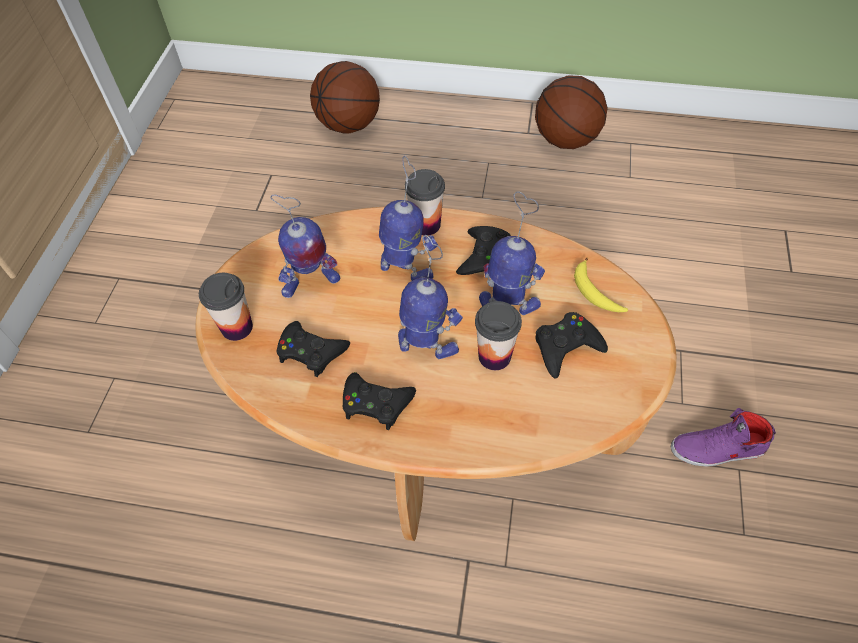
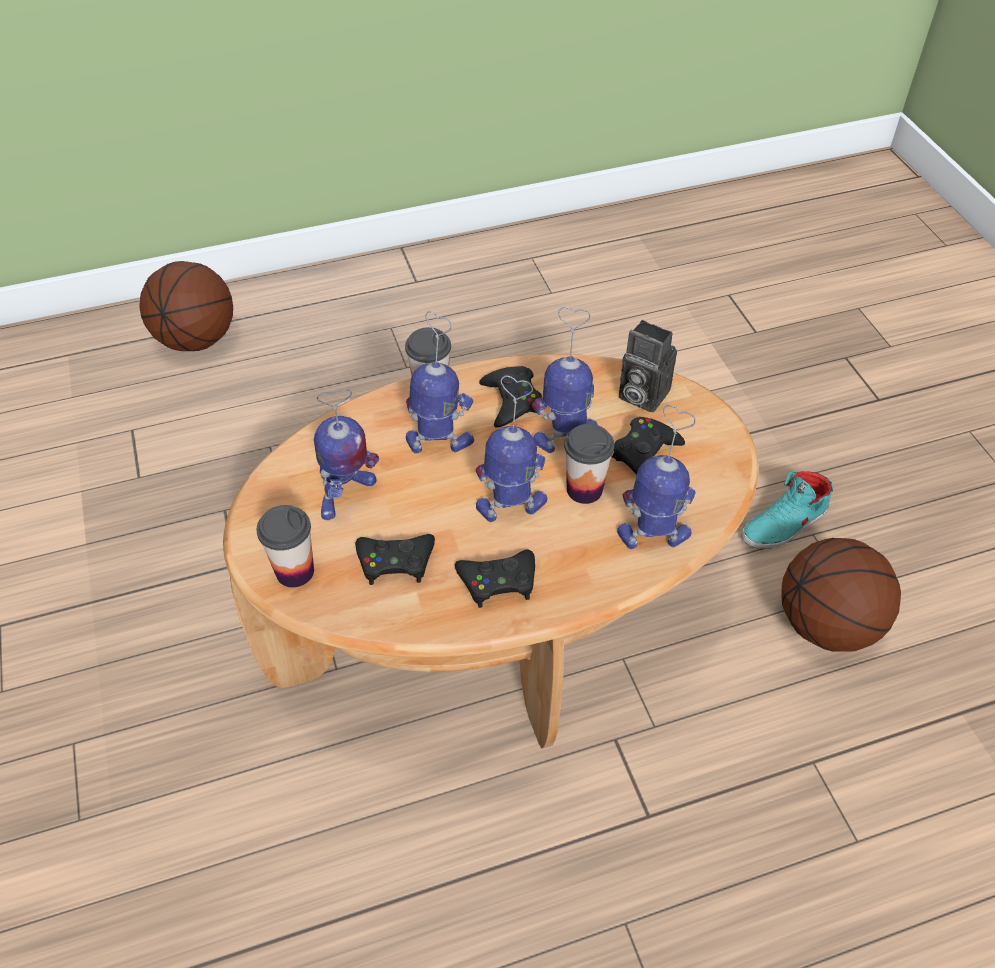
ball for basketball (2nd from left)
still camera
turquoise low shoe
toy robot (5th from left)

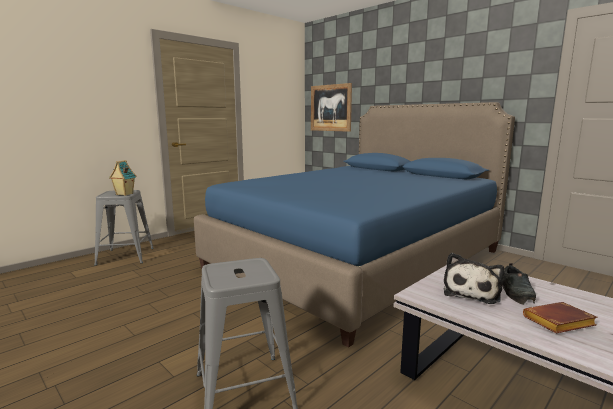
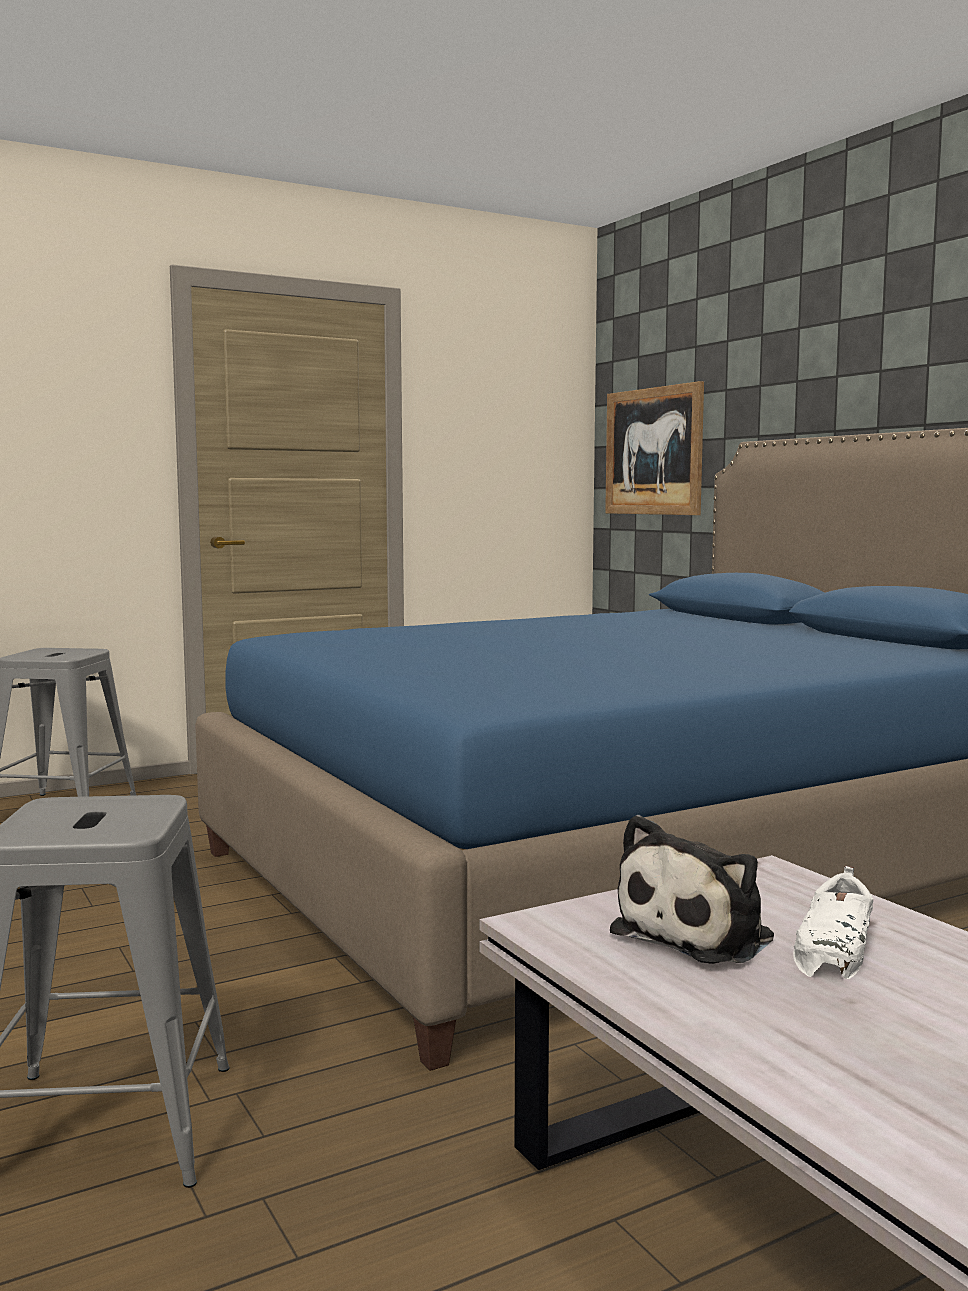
model house
whitish low shoe
brown-coloured bound book

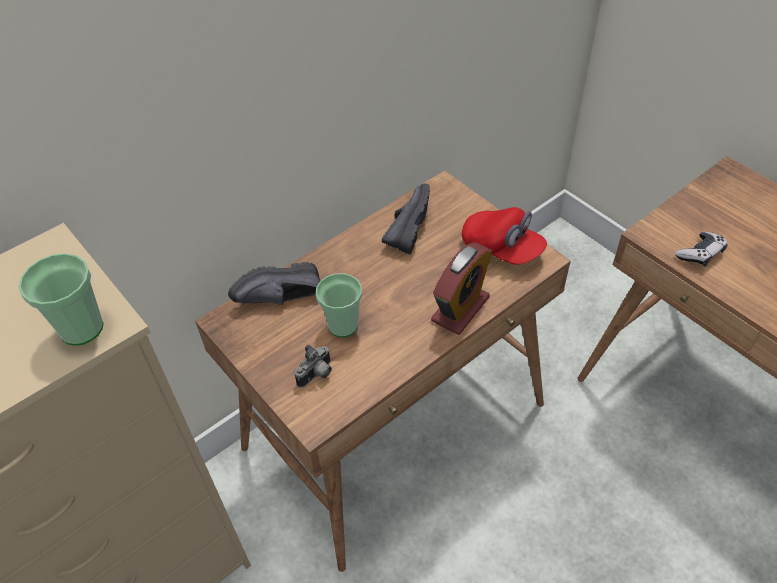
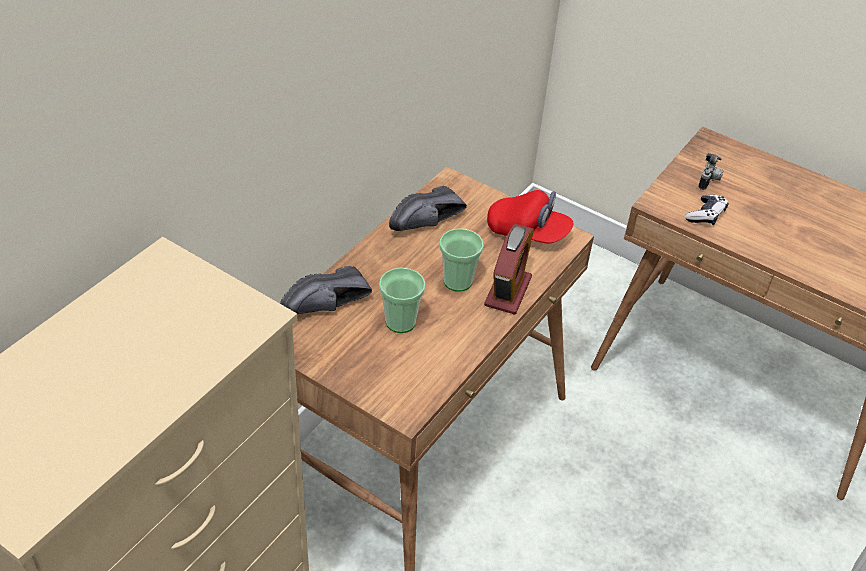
blackish low shoe (2nd from left)
cup (2nd from left)
still camera

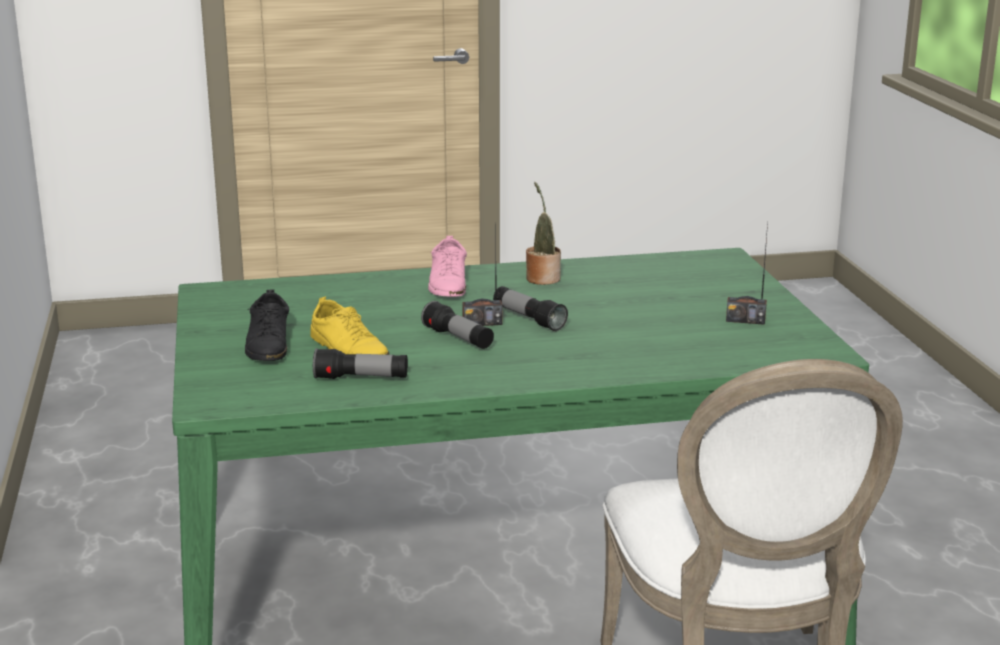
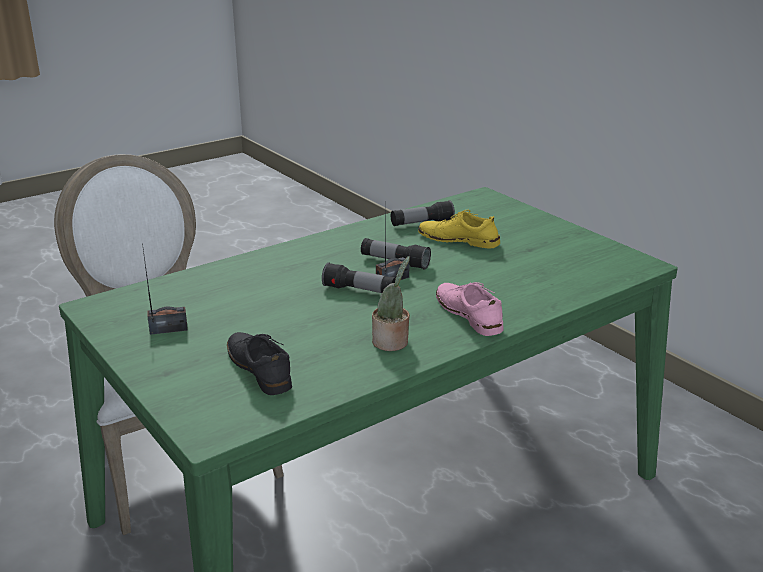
blackish low shoe

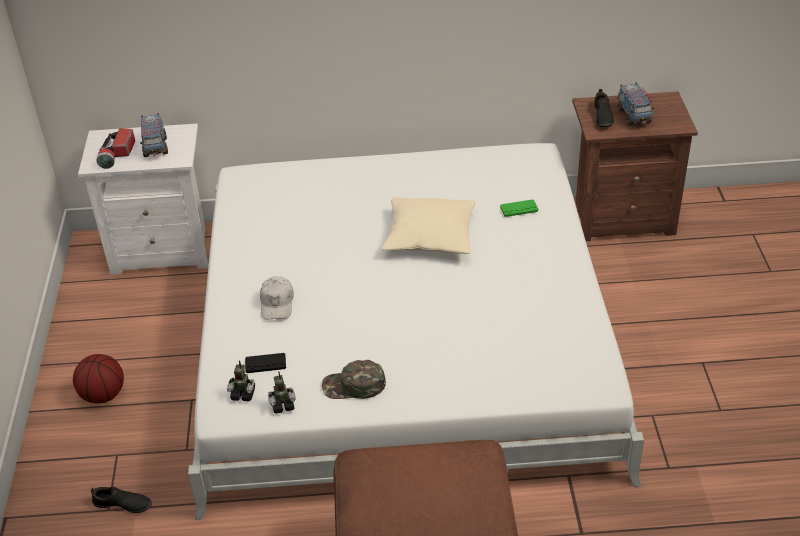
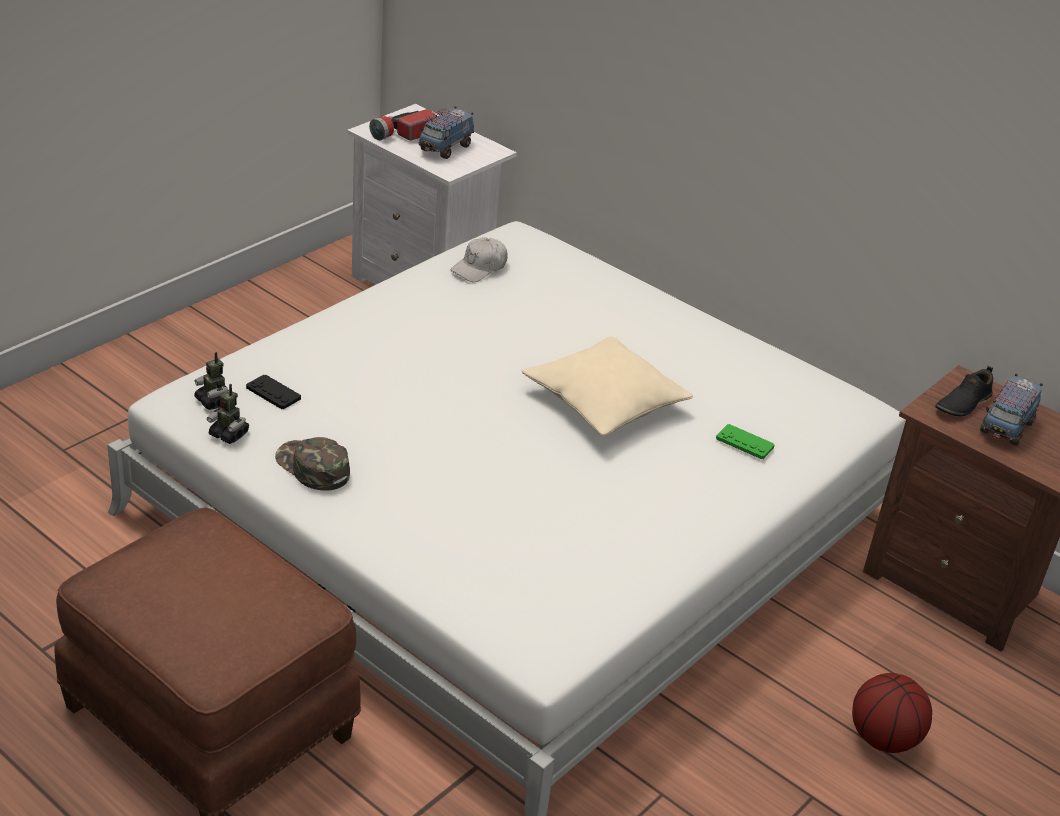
whitish baseball cap
ball for basketball
blackish low shoe (1st from left in the first image)

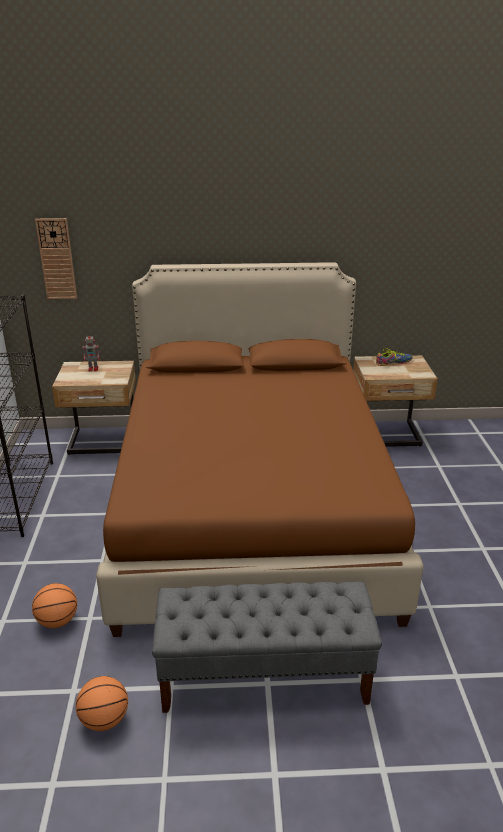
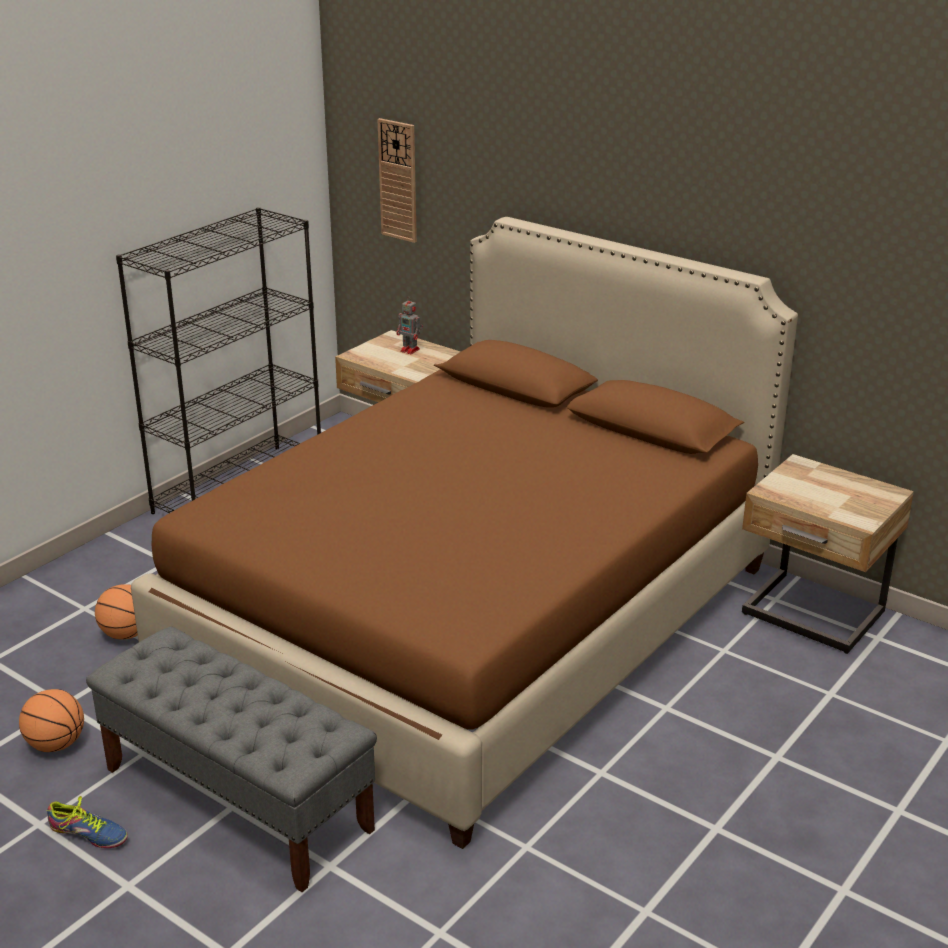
low shoe

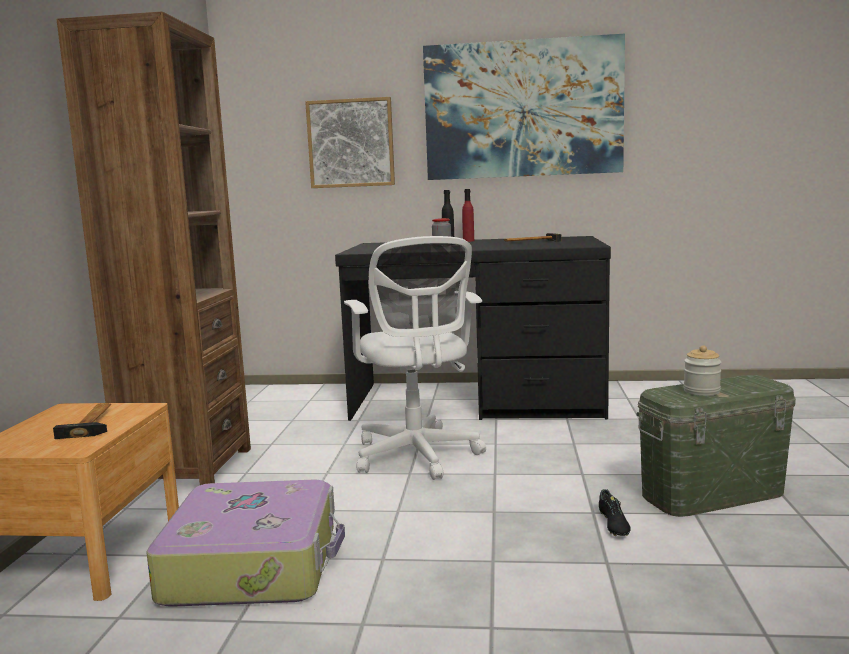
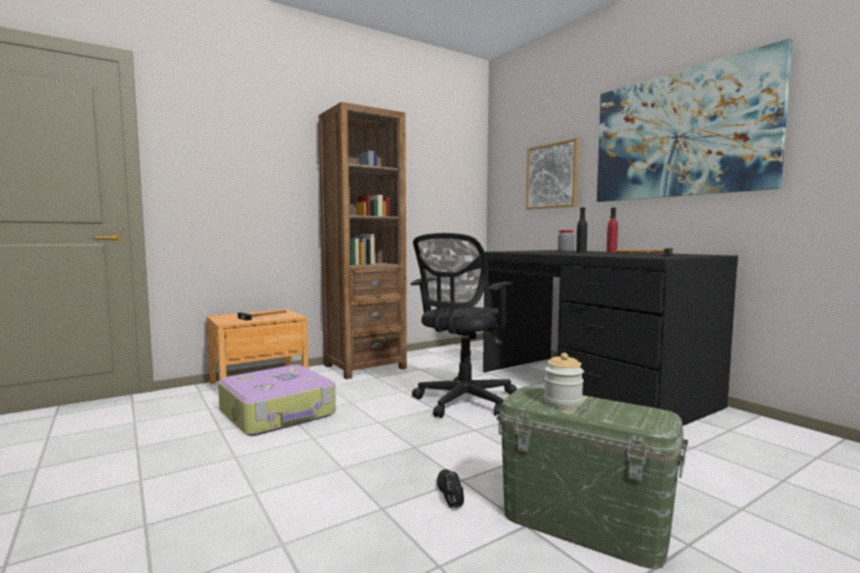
blackish office chair
blackish low shoe

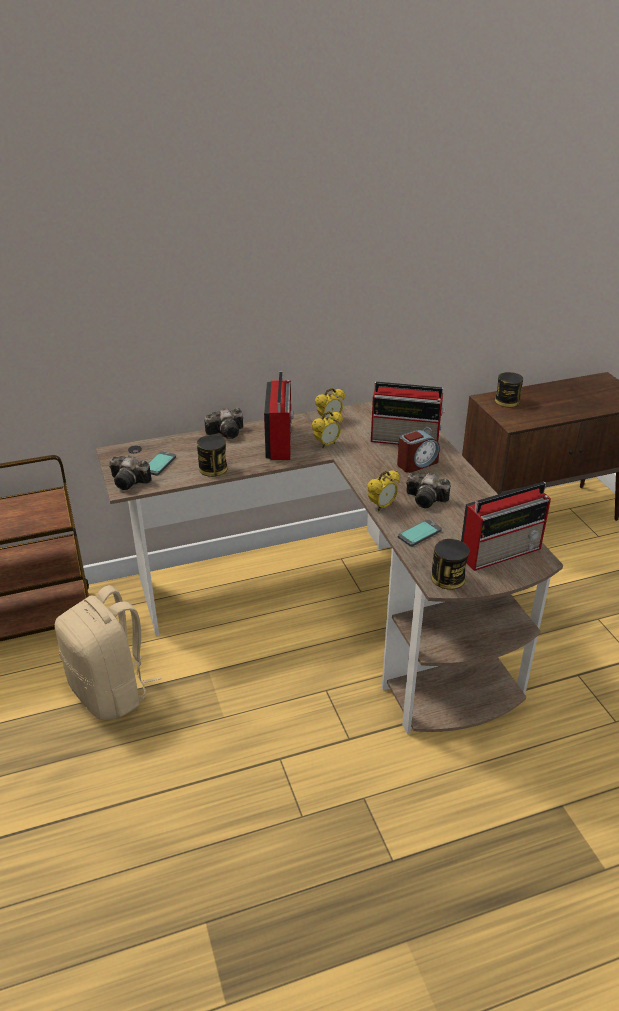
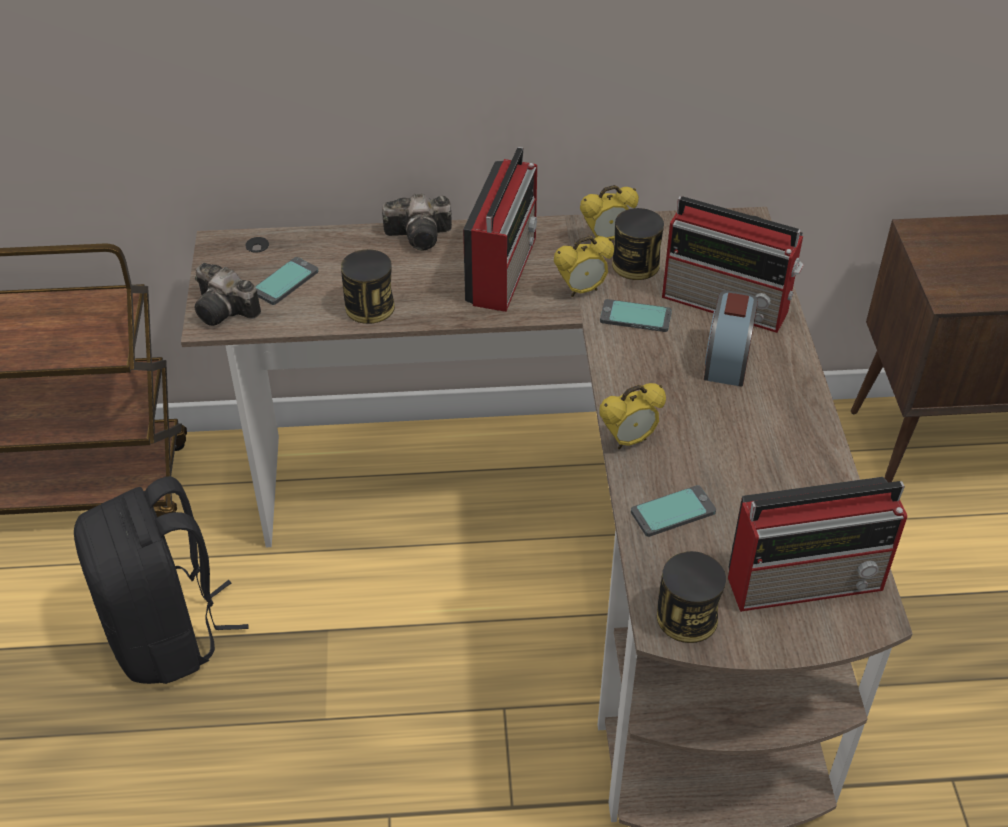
sealed can (2nd from left)
table clock (4th from left)
still camera (3rd from left in the first image)
blackish backpack
phone (2nd from left)

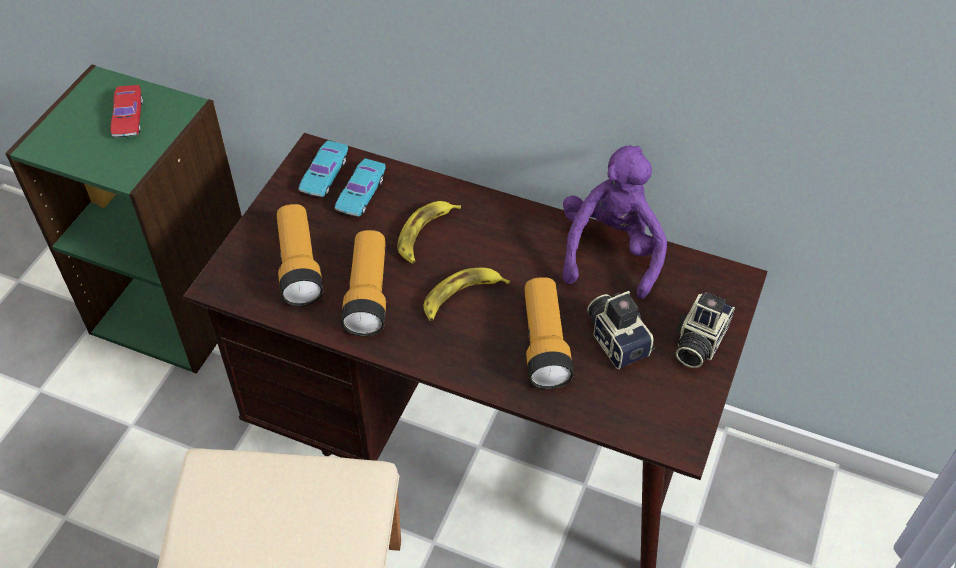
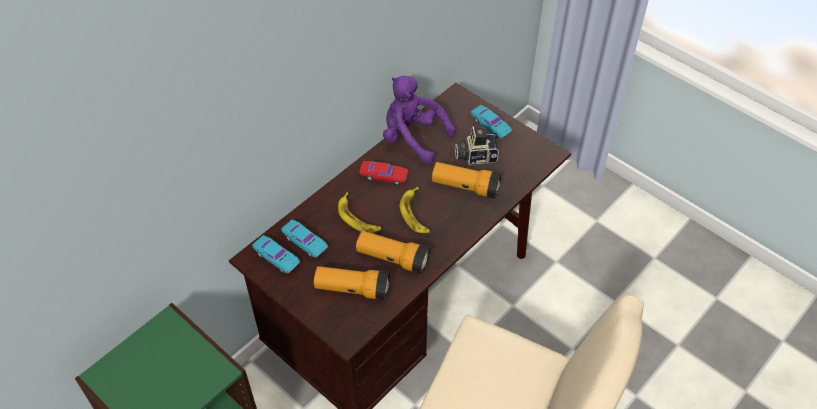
red-coloured miniature car
turquoise miniature car (3rd from left)

